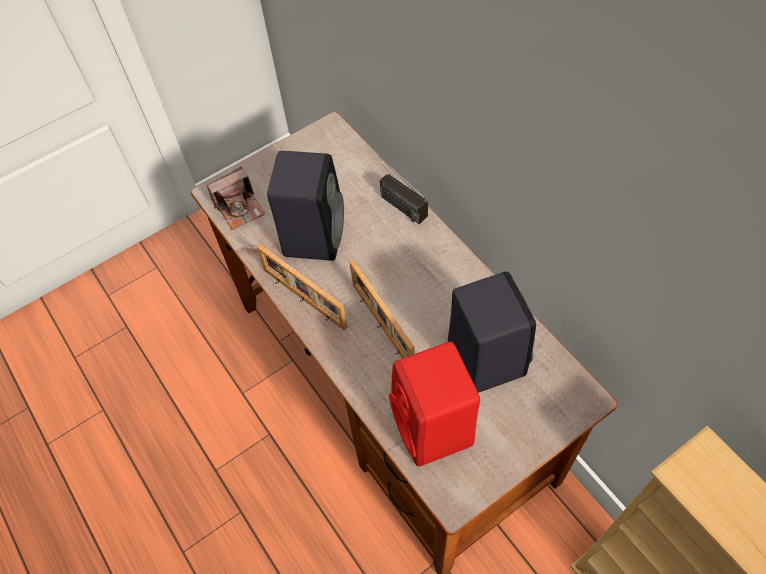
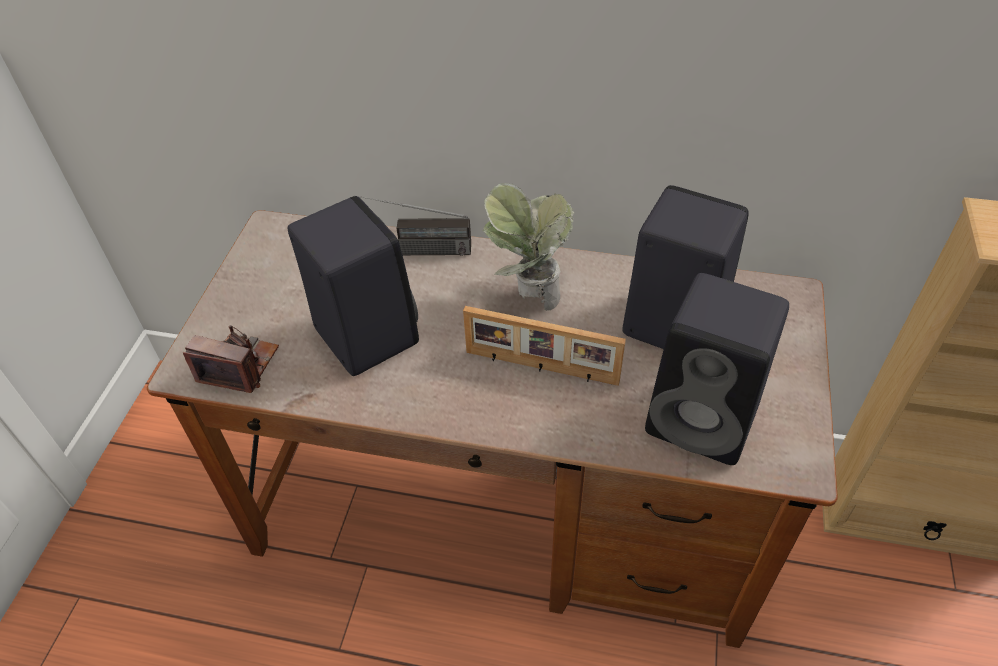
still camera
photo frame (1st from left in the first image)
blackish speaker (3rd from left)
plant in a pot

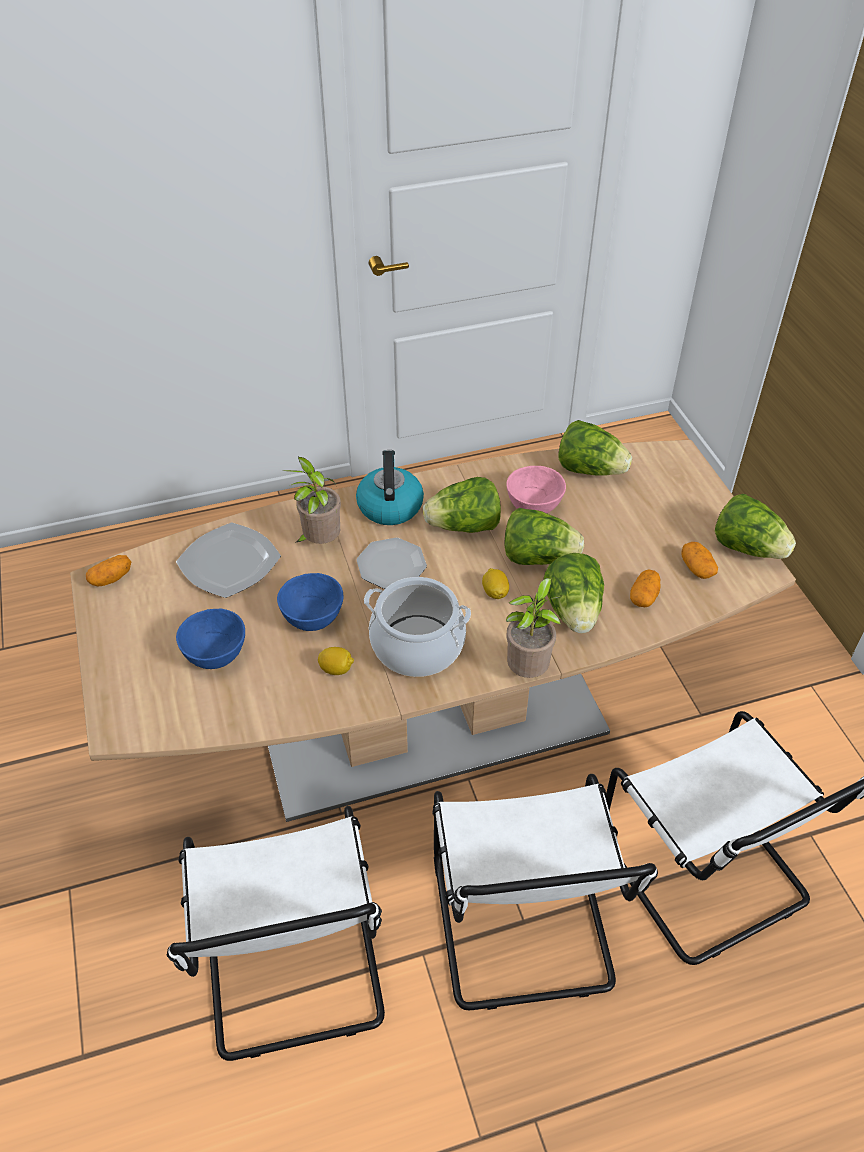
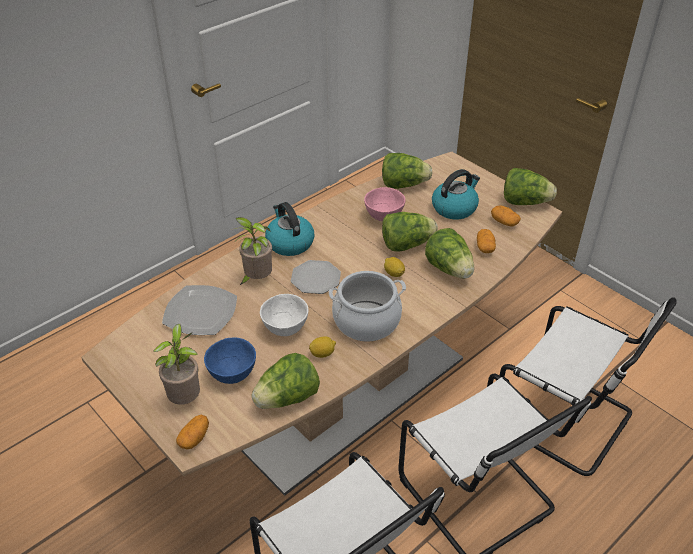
lettuce head (1st from left)
potato (1st from left)
whitish serving bowl
plant in a pot (1st from left)
water kettle (2nd from left)

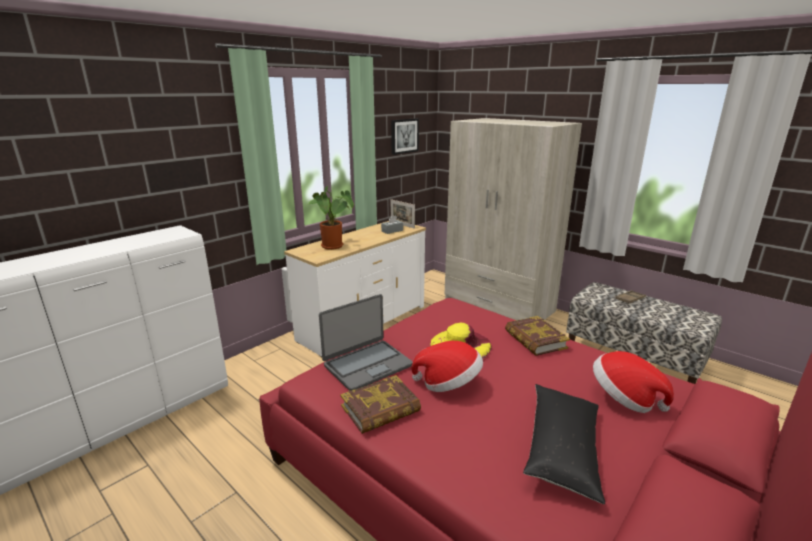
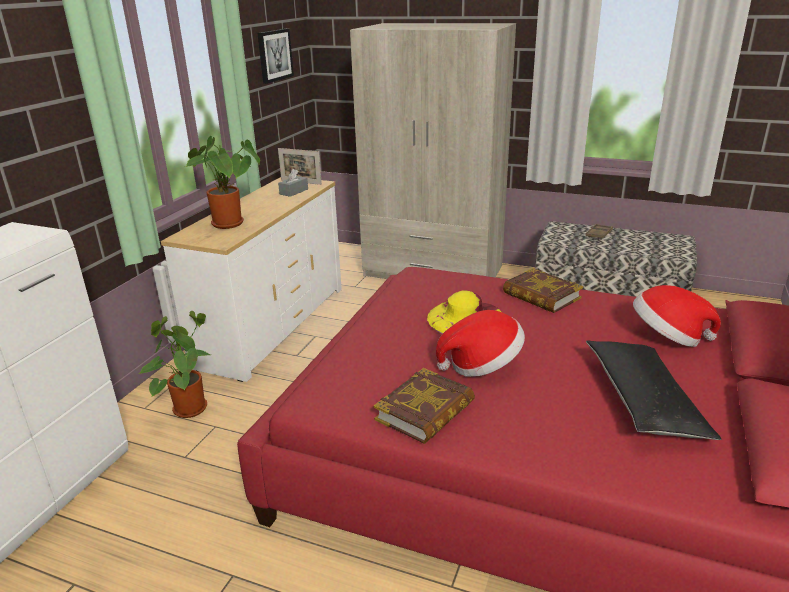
laptop
plant in a pot (1st from left)

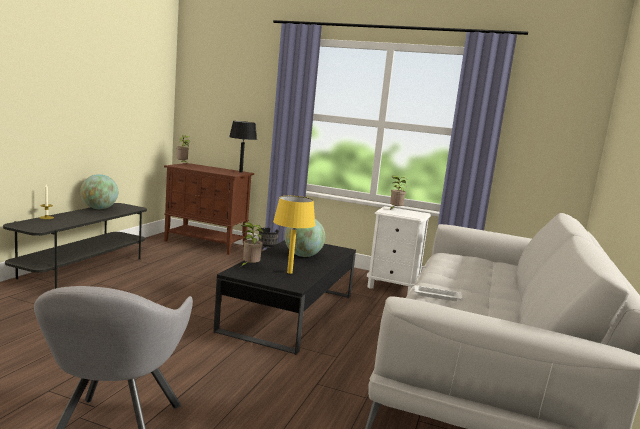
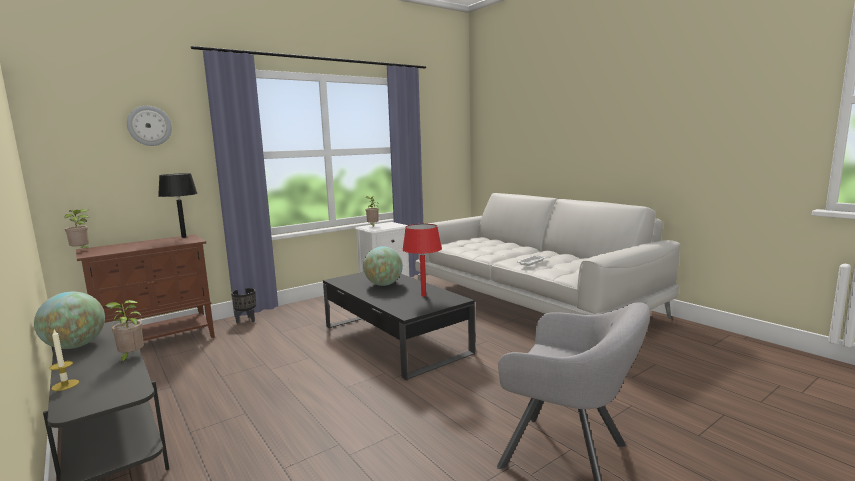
red-coloured tabletop lamp
plant in a pot (2nd from left)
clock on the wall

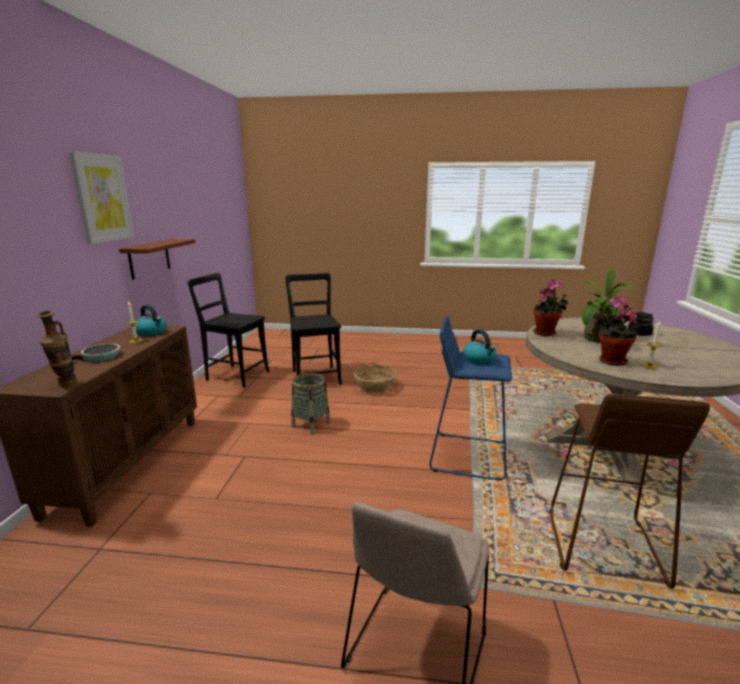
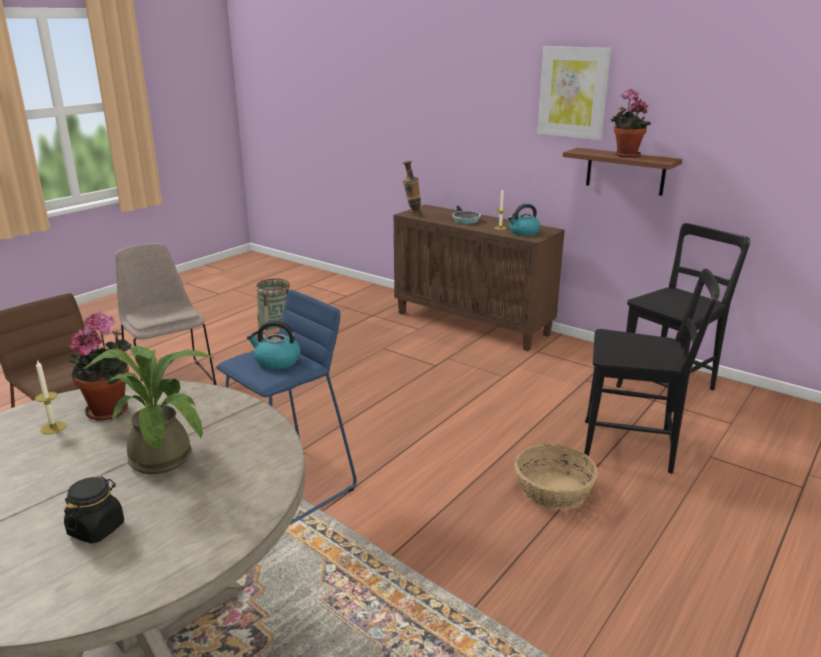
plant in a pot (3rd from left)
storage basket (1st from left)

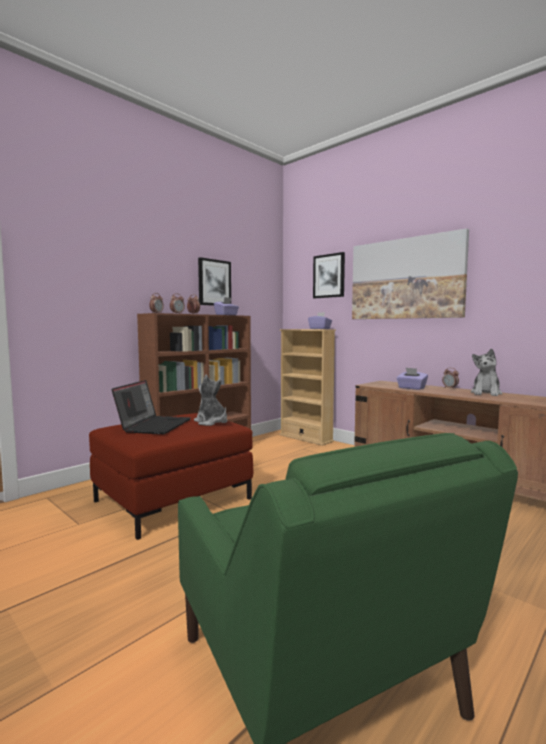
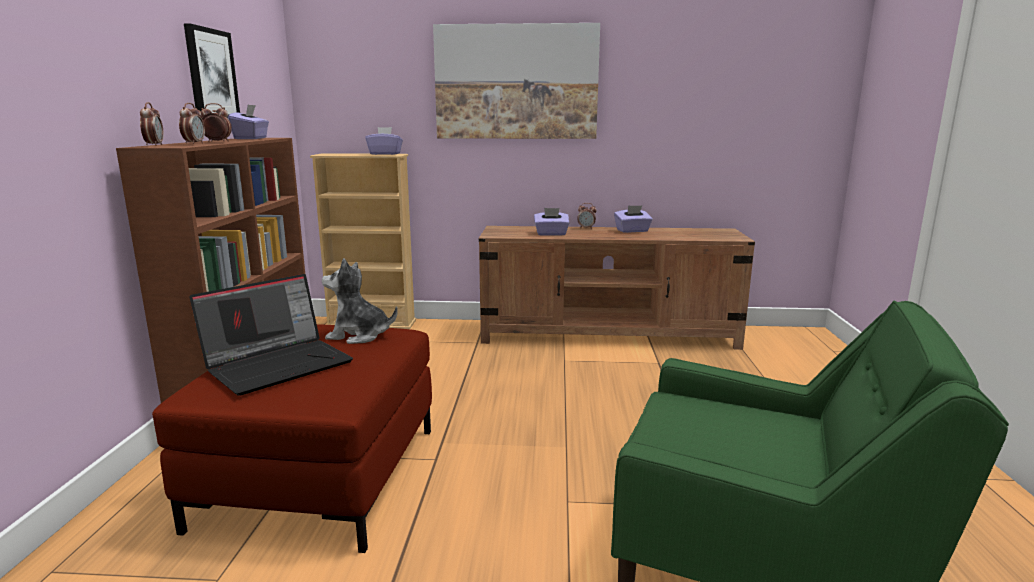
wall picture (2nd from left in the first image)
purple tissue box (4th from left)
laptop

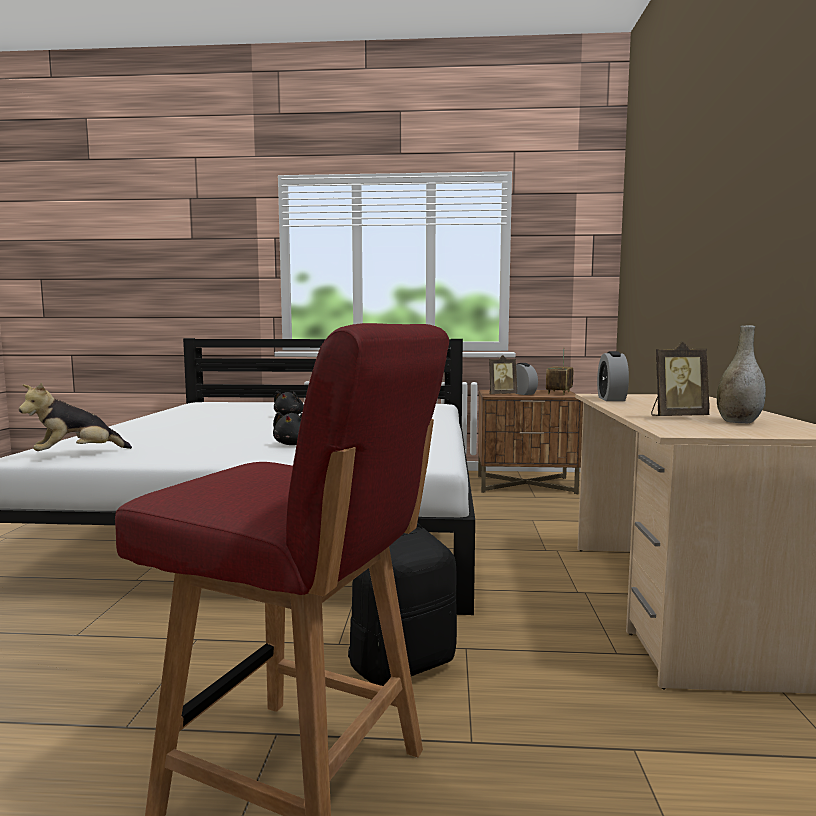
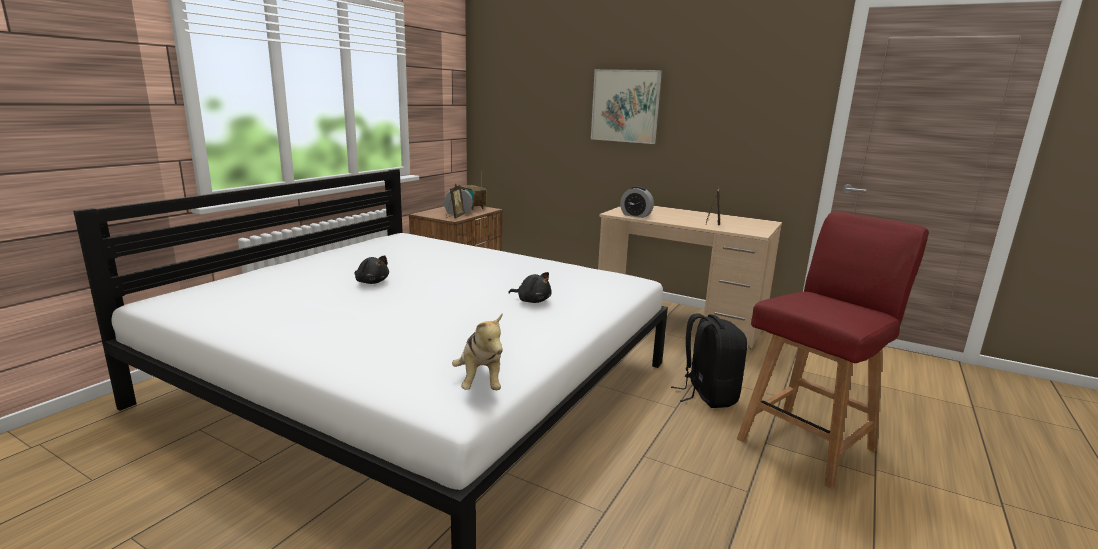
grey decorative vase
wall picture

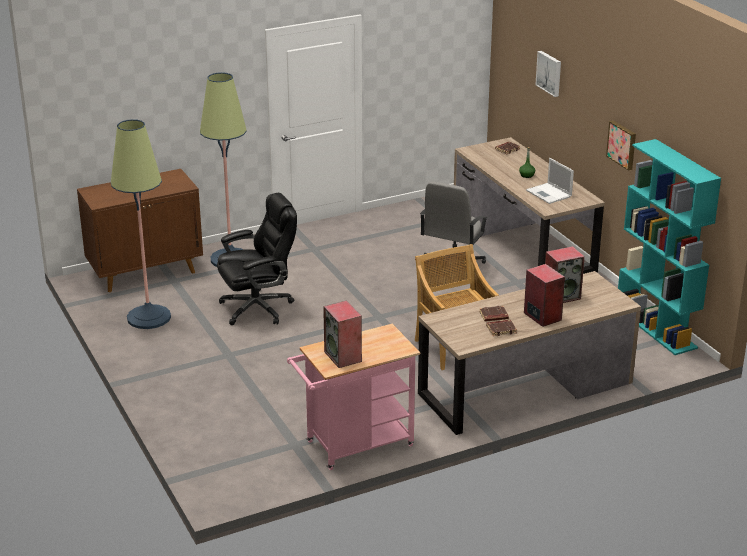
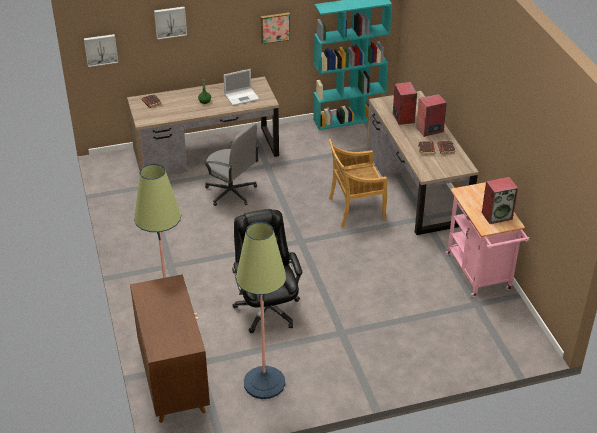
wall picture (1st from left)

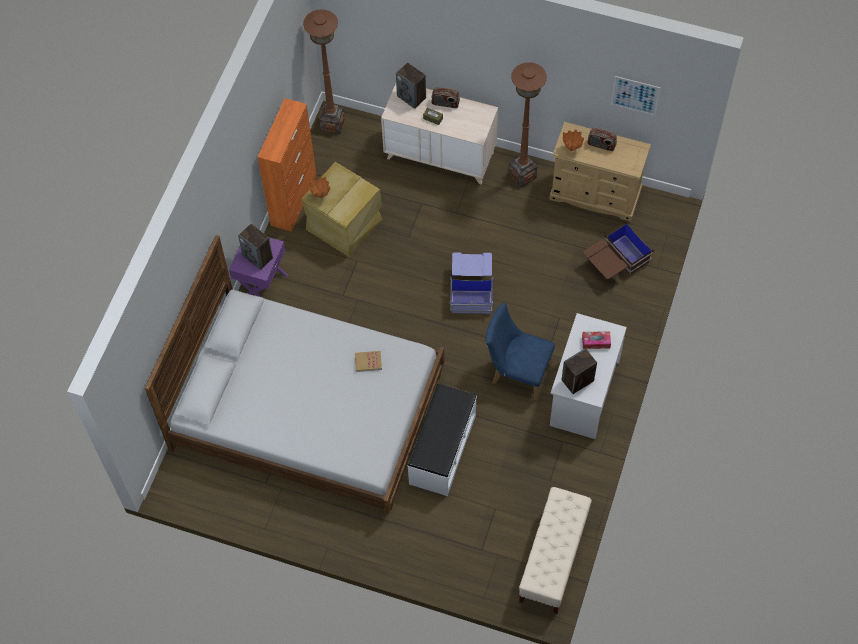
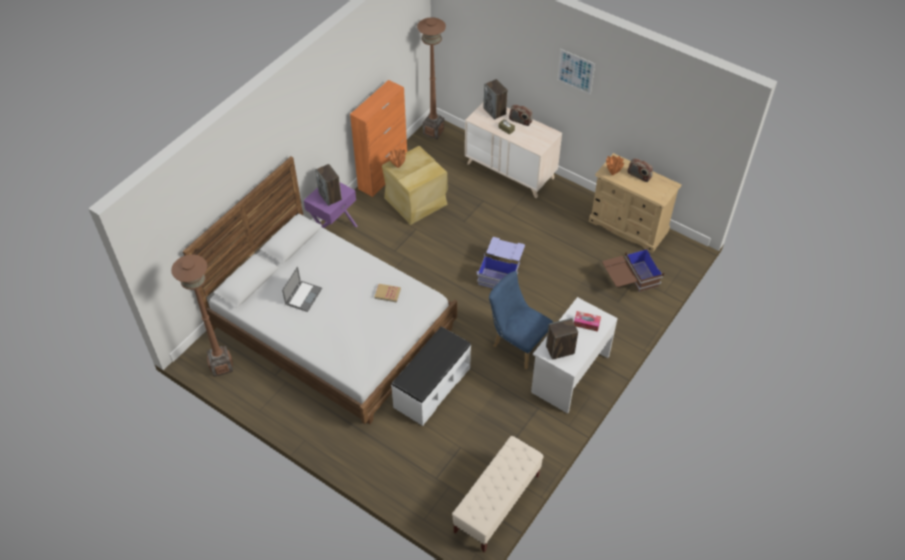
brown-coloured standing lamp (1st from left)
wall picture
laptop

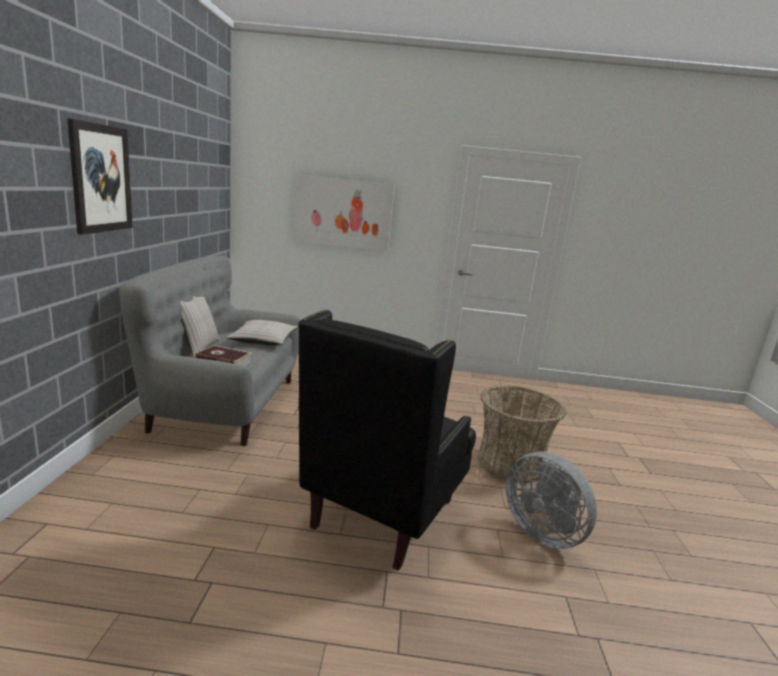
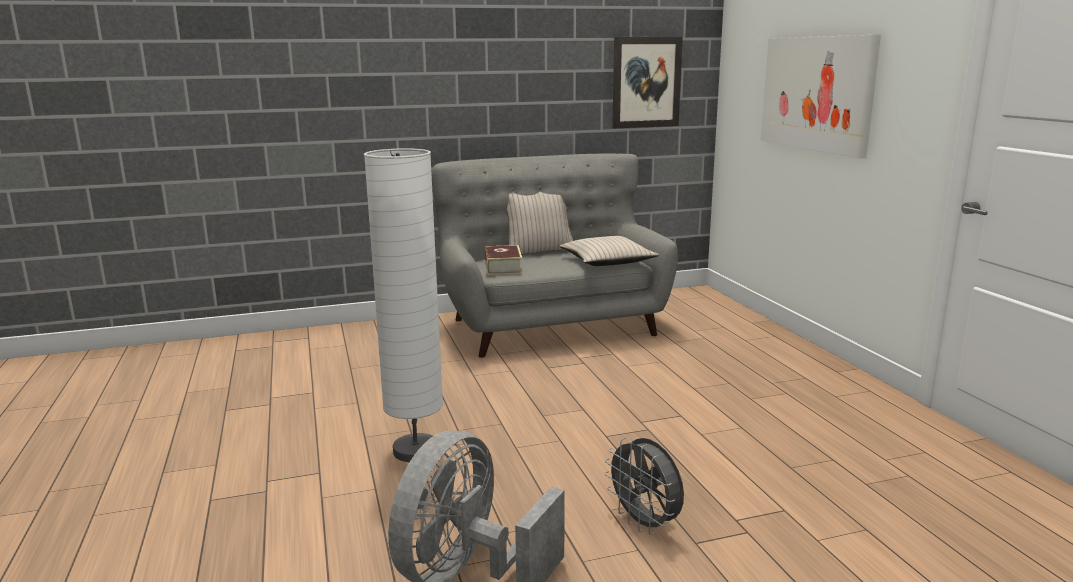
wall picture (1st from left)
whitish standing lamp
grey electric fan (2nd from left)

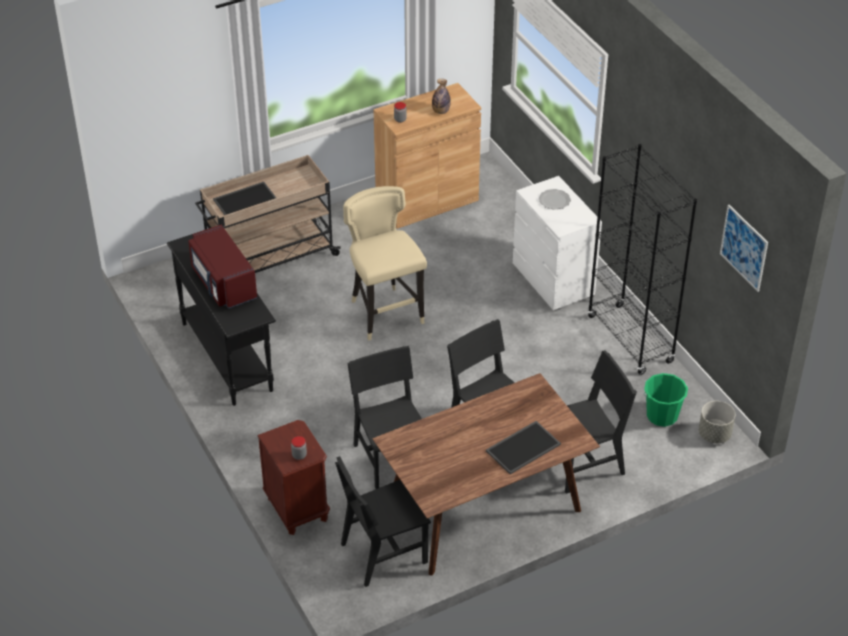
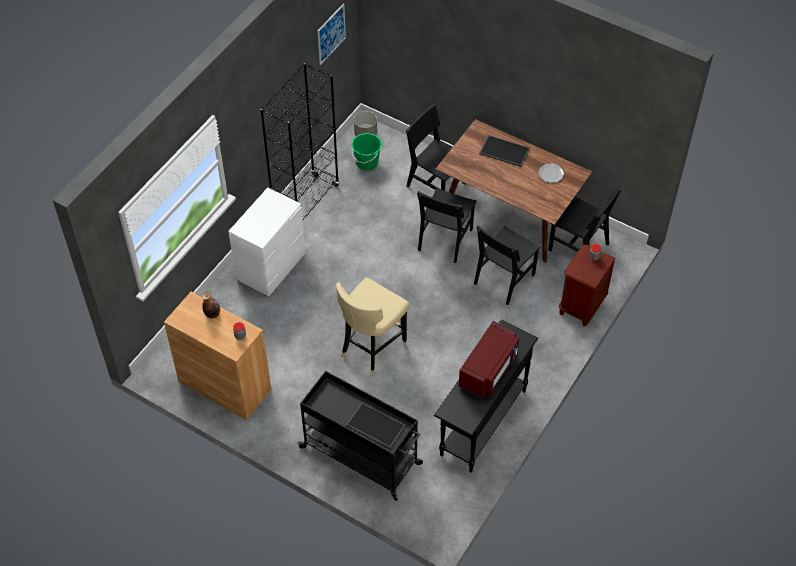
blackish wheeled cart
plate

